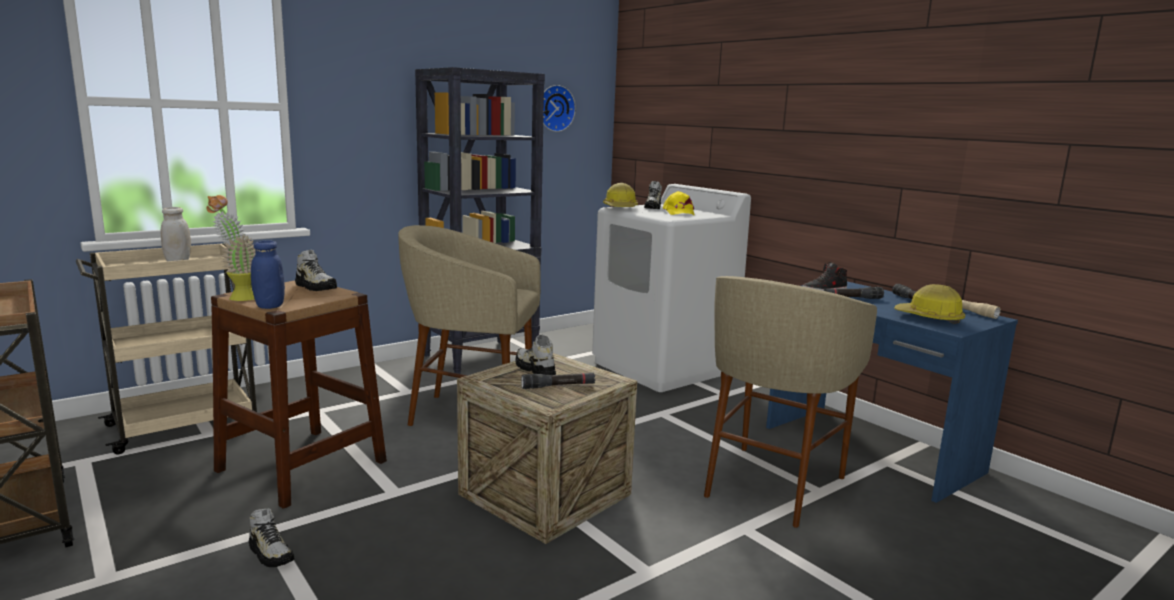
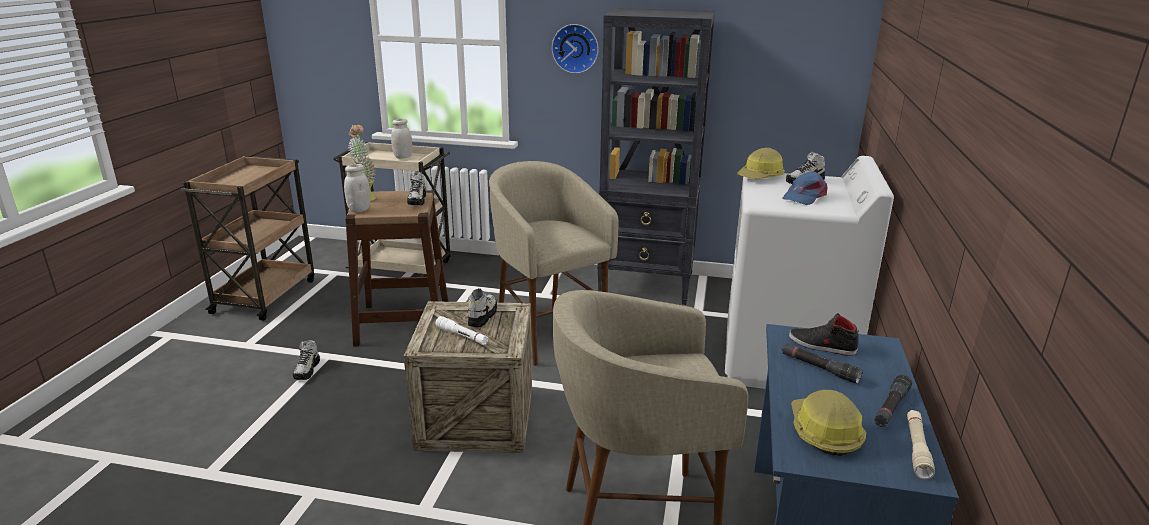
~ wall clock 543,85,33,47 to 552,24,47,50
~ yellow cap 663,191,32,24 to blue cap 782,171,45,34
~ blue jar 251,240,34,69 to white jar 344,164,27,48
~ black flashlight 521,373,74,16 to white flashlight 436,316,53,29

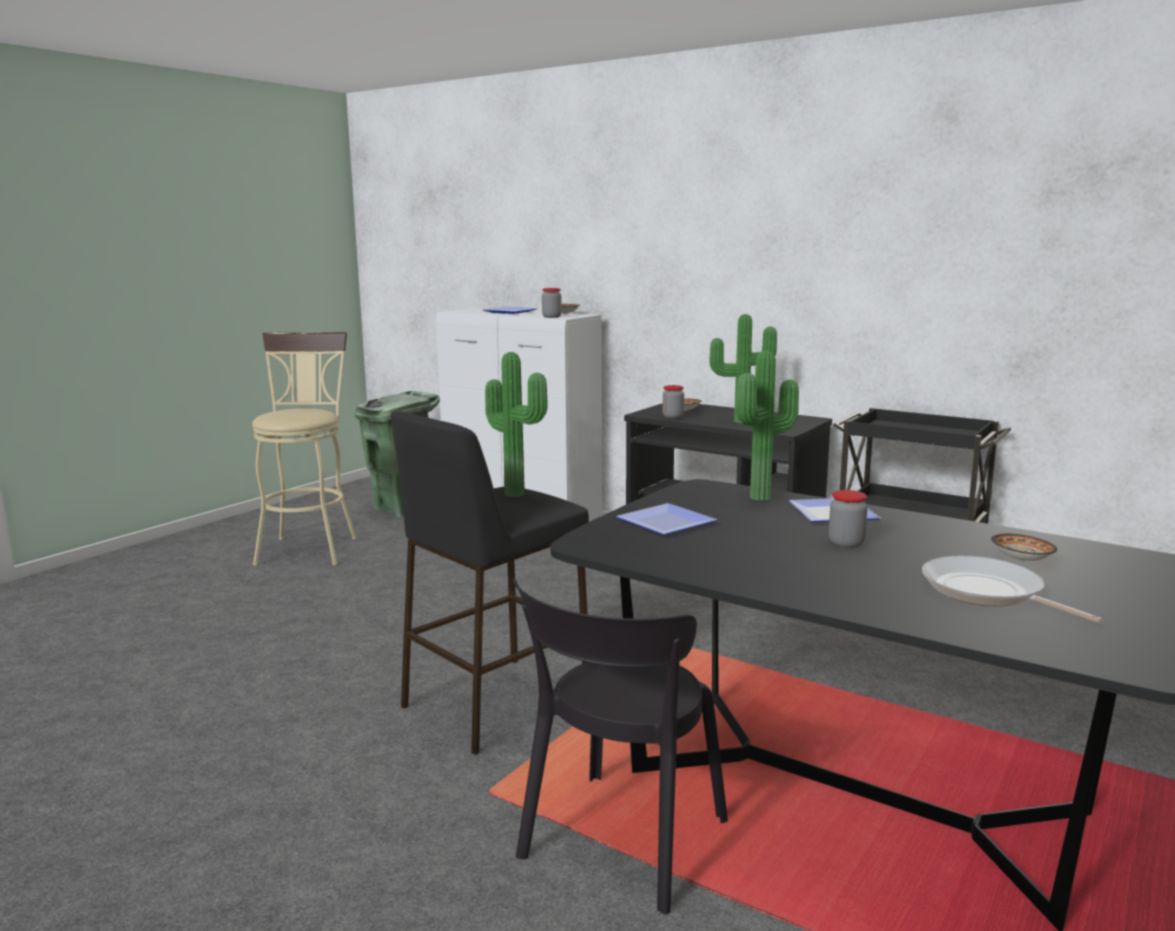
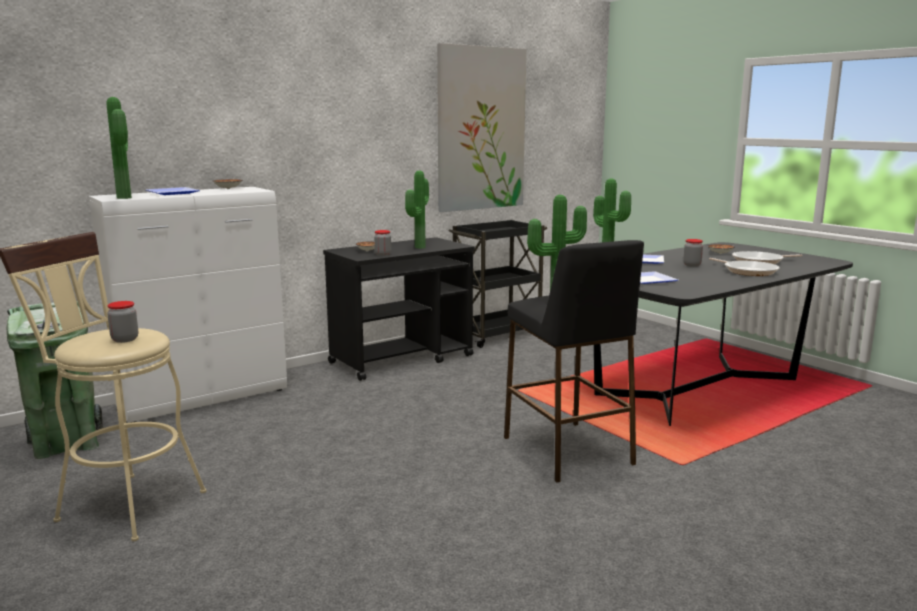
~ jar 542,288,20,30 to 107,301,31,42
- black chair 513,578,215,336
+ picture 437,43,89,169
+ potted plant 107,97,25,102
+ frying pan 709,258,71,18

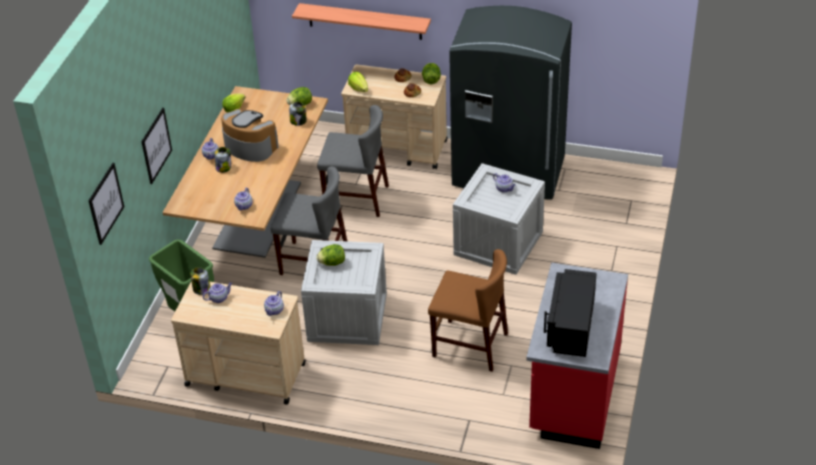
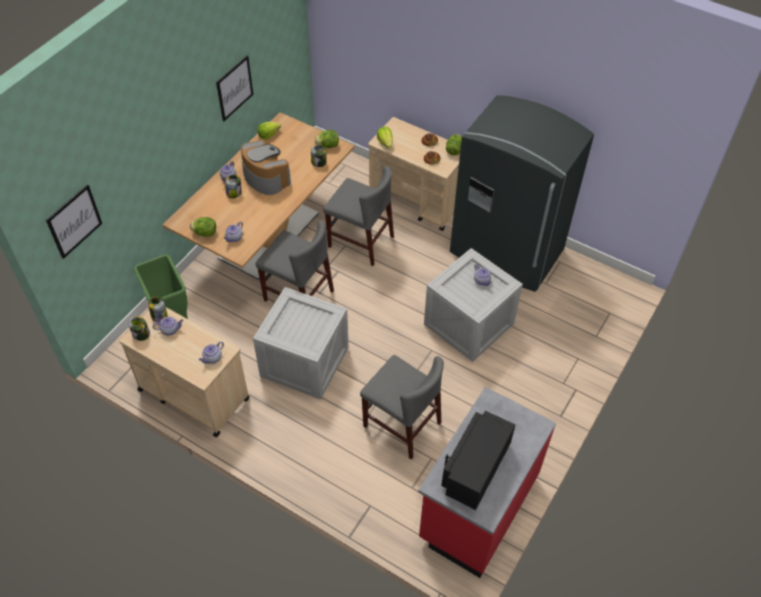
- shelf 292,3,139,37
~ picture 141,108,31,76 to 216,55,37,66
~ lettuce 316,244,29,22 to 190,217,26,20
~ brown chair 428,249,80,123 to grey chair 360,355,84,105
+ jar 128,316,22,25

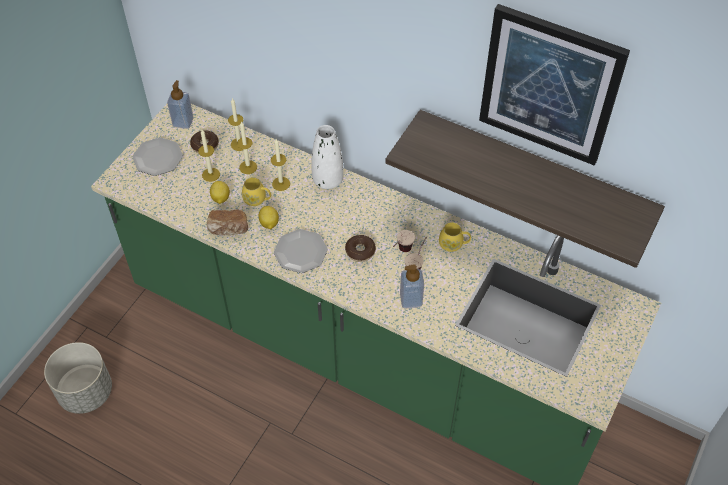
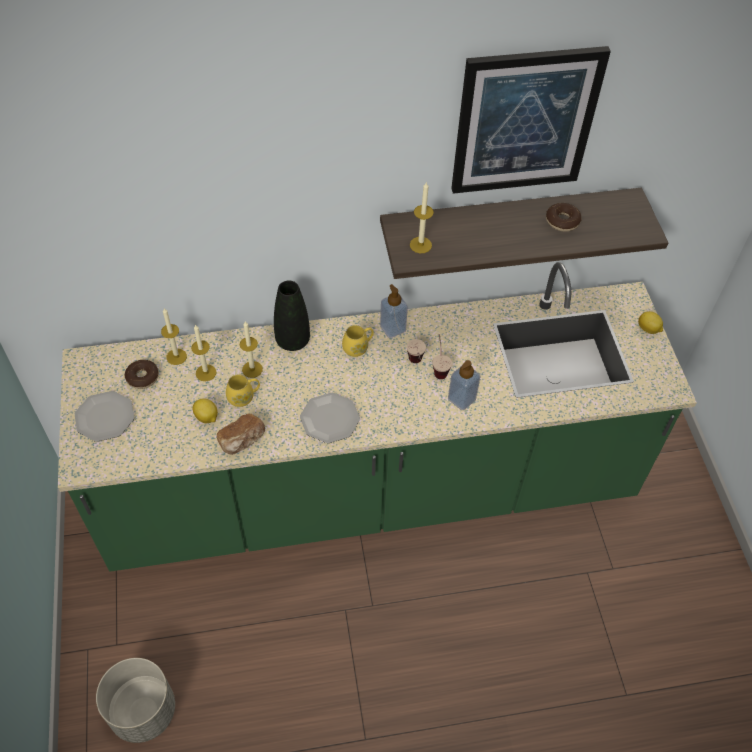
~ soap dispenser 167,80,27,49 to 380,284,28,54
~ white vase 311,125,33,64 to black vase 274,280,36,71
~ candle 198,130,22,52 to 410,182,24,71
~ lemon 259,206,20,23 to 638,311,25,23
~ yellow mug 439,222,32,30 to 342,325,32,32
~ donut 345,235,31,27 to 546,203,36,29

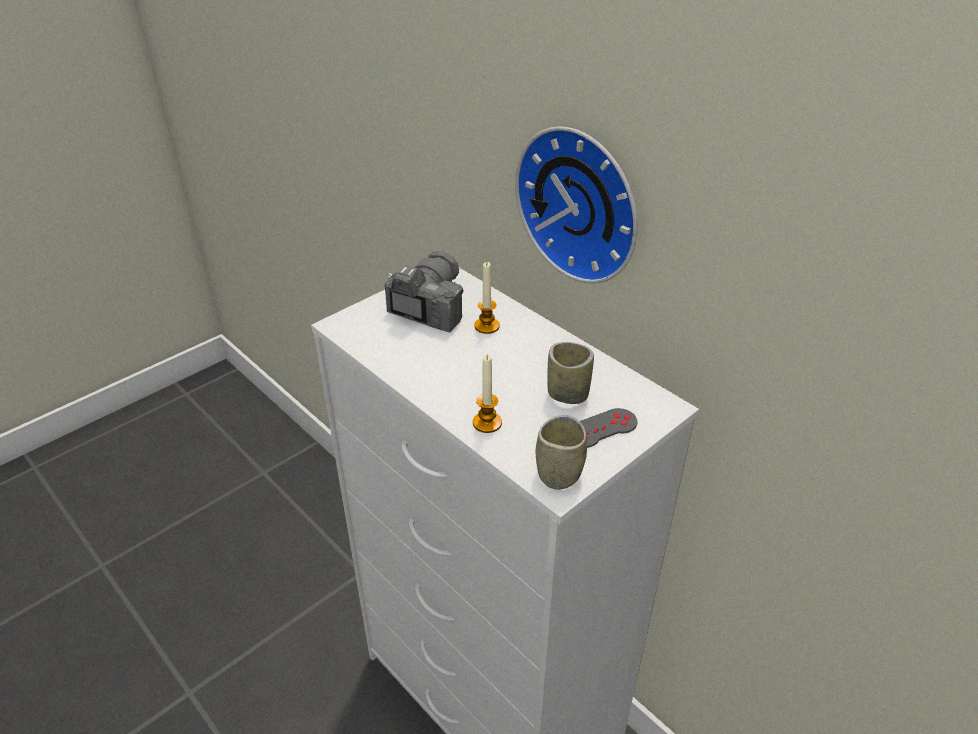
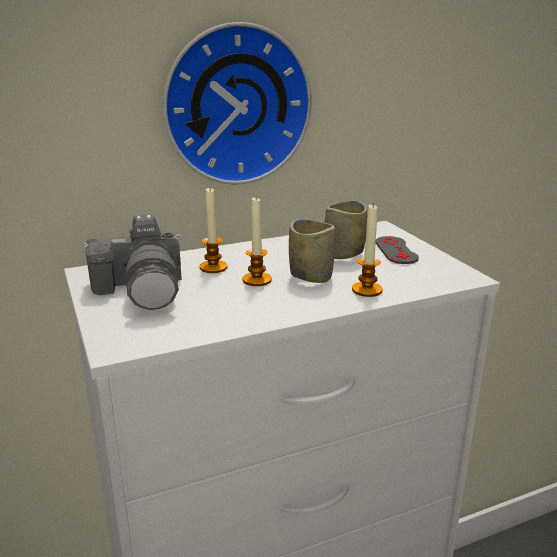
~ photo camera 385,251,79,81 = 83,214,99,96 150 degrees counterclockwise
~ cup 536,415,51,74 to 289,219,47,64
+ candle 242,198,30,88

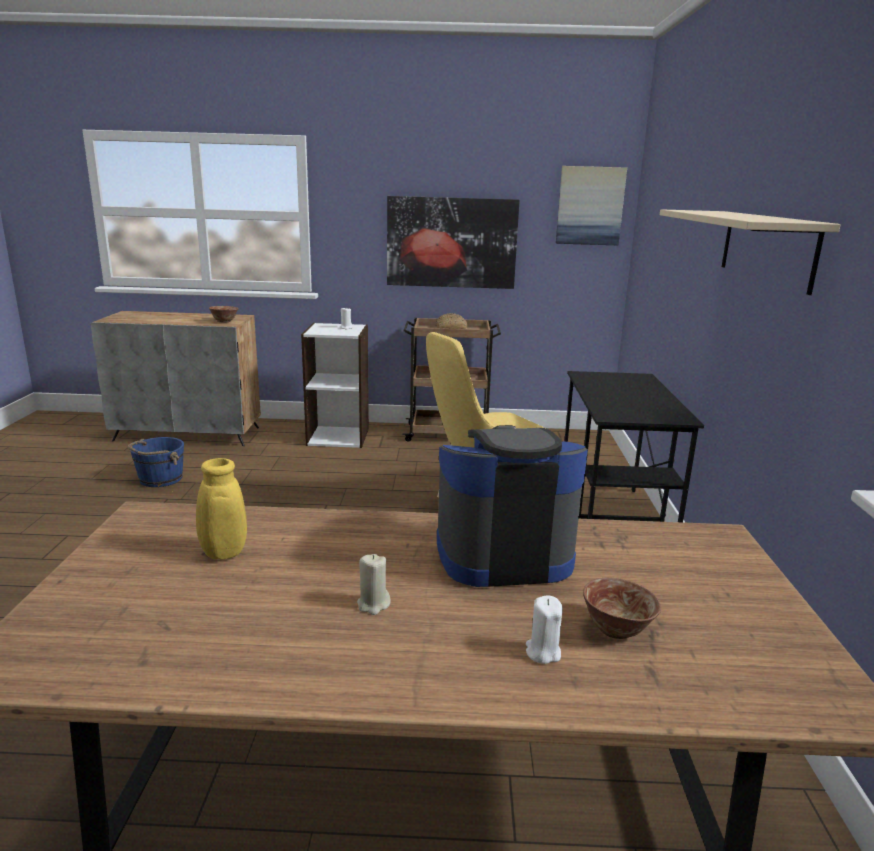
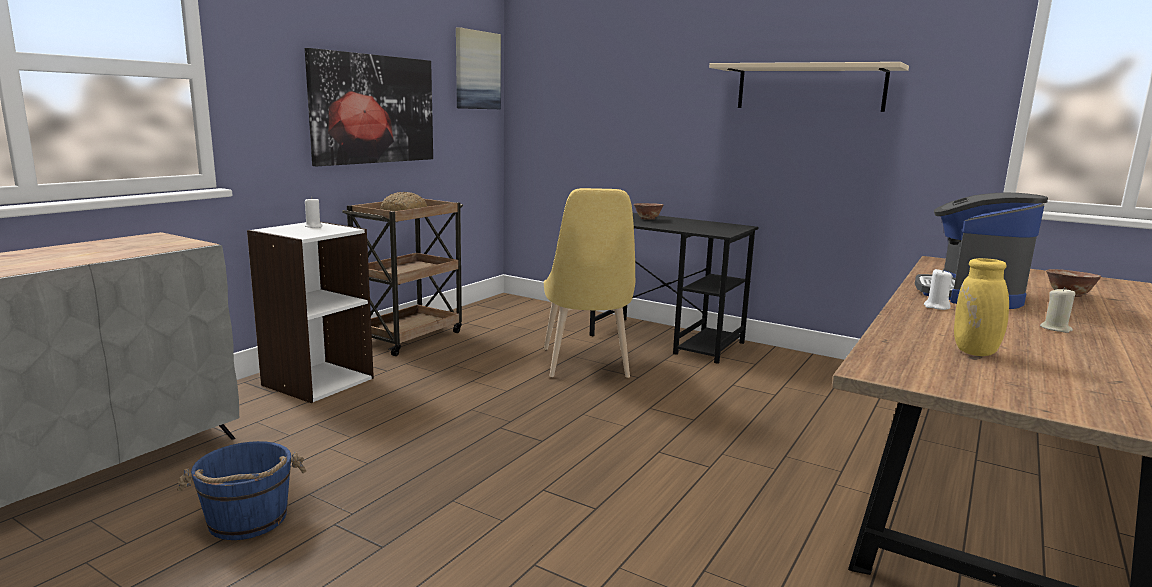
~ bowl 209,306,29,16 to 634,203,30,17
~ white candle 526,595,37,69 to 924,269,29,41

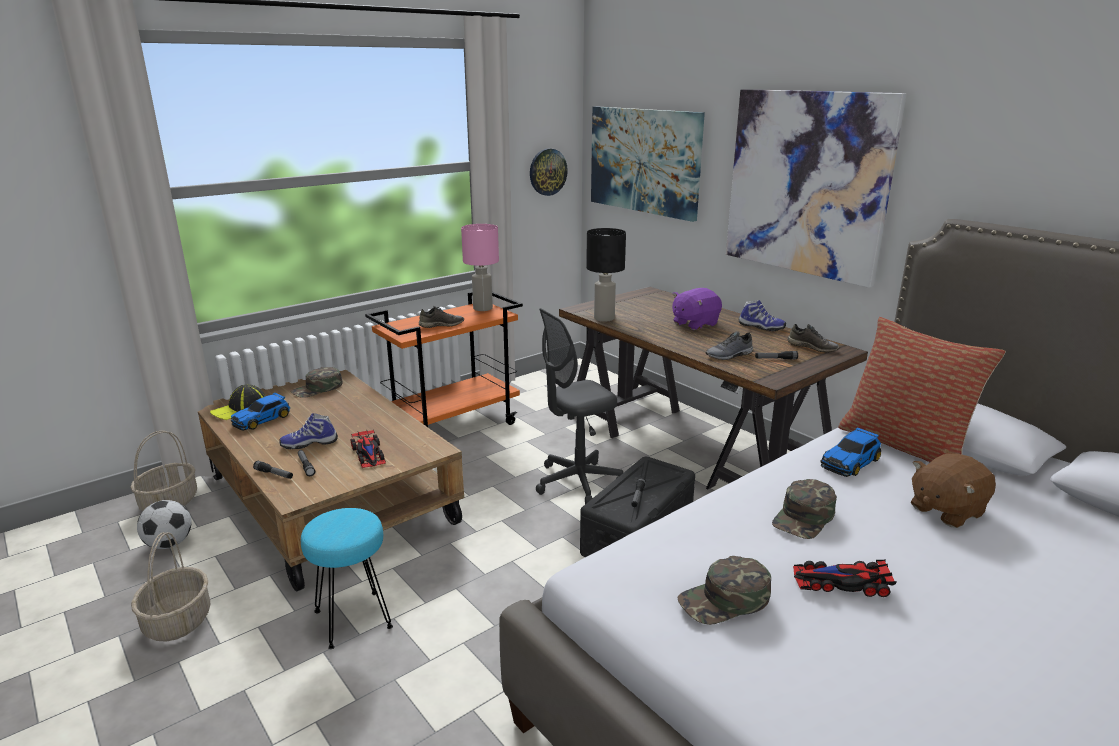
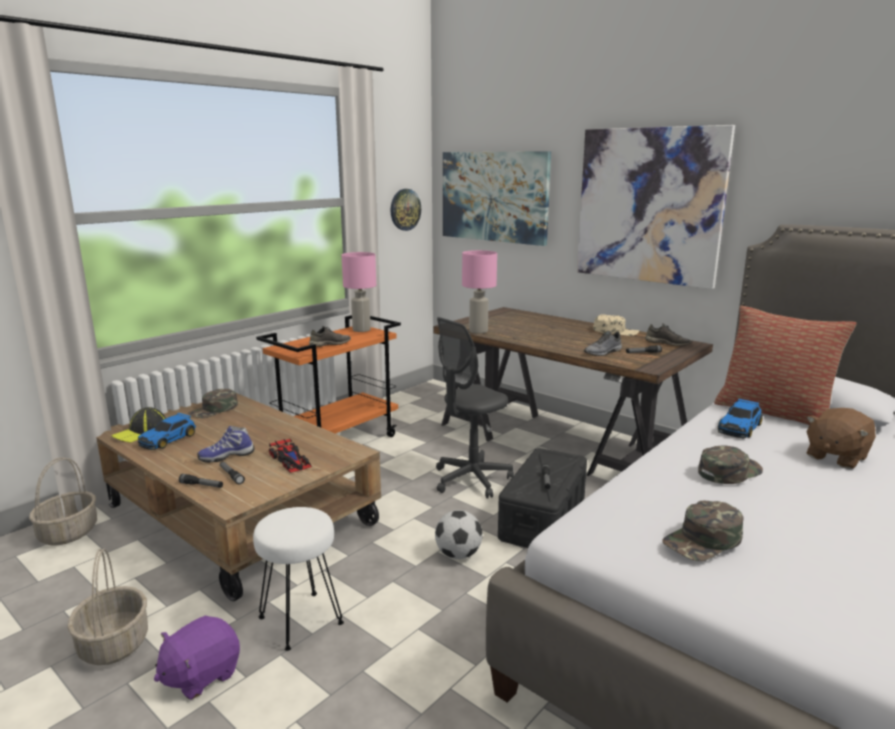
~ black table lamp 586,228,40,94 to pink table lamp 462,250,35,84
~ purple plush toy 672,288,50,42 to 154,616,86,84
~ shoe 739,300,47,31 to beige cap 593,314,46,22
~ green cap 772,479,65,60 = 698,445,65,39 150 degrees counterclockwise
~ football 137,500,55,49 to 435,510,48,49
~ turquoise stool 301,508,92,141 to white stool 253,507,91,144
- toy car 793,560,104,37

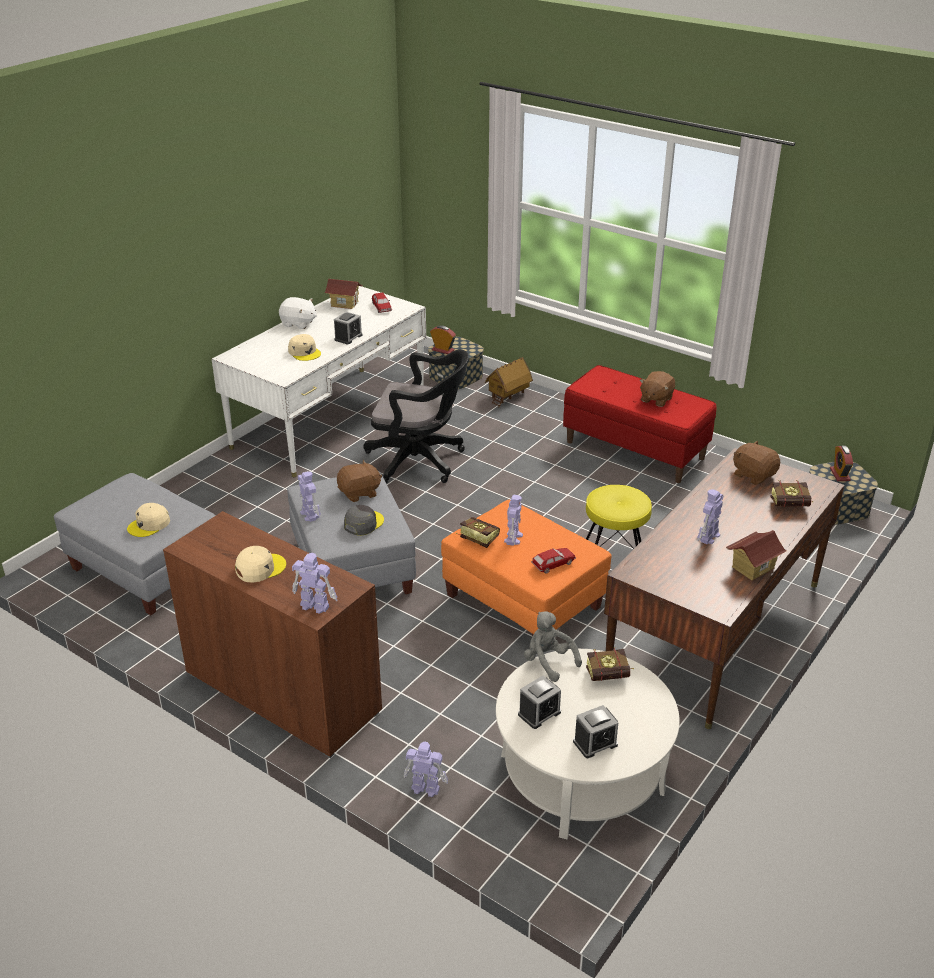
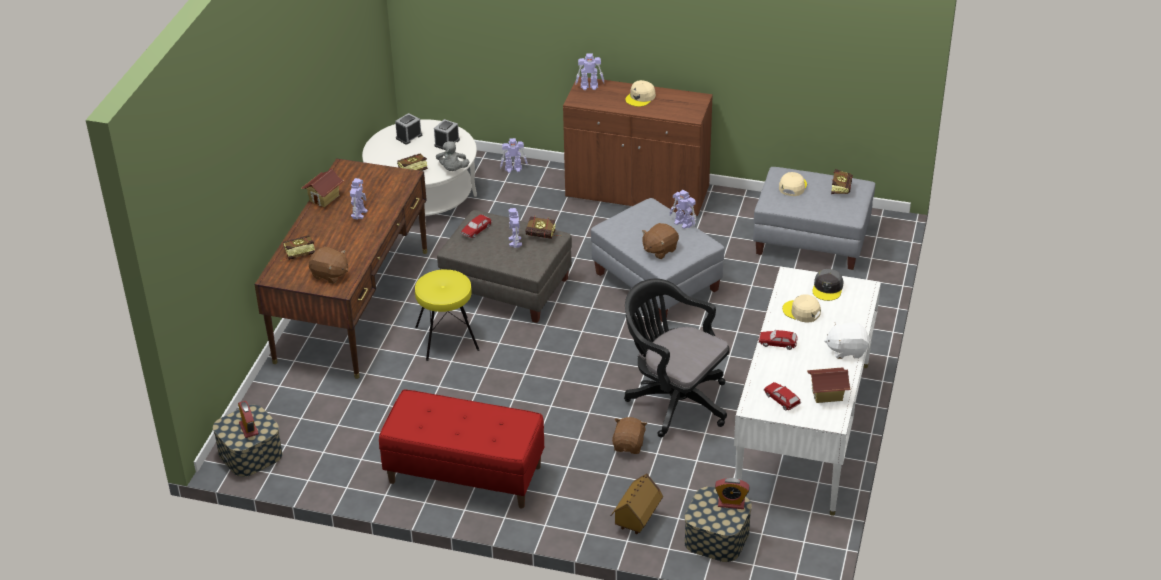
~ alarm clock 334,312,28,32 to toy car 758,330,40,20
~ black office chair 363,350,106,133 = 624,279,106,159 45 degrees clockwise
~ brown plush toy 640,371,35,36 to 612,417,35,37
~ orange ottoman 441,500,170,136 to grey ottoman 437,210,135,113
~ grey cap 344,505,40,31 to 812,269,32,32
~ grey plush toy 524,611,58,71 = 436,141,33,30 60 degrees clockwise
+ book 831,169,22,25

